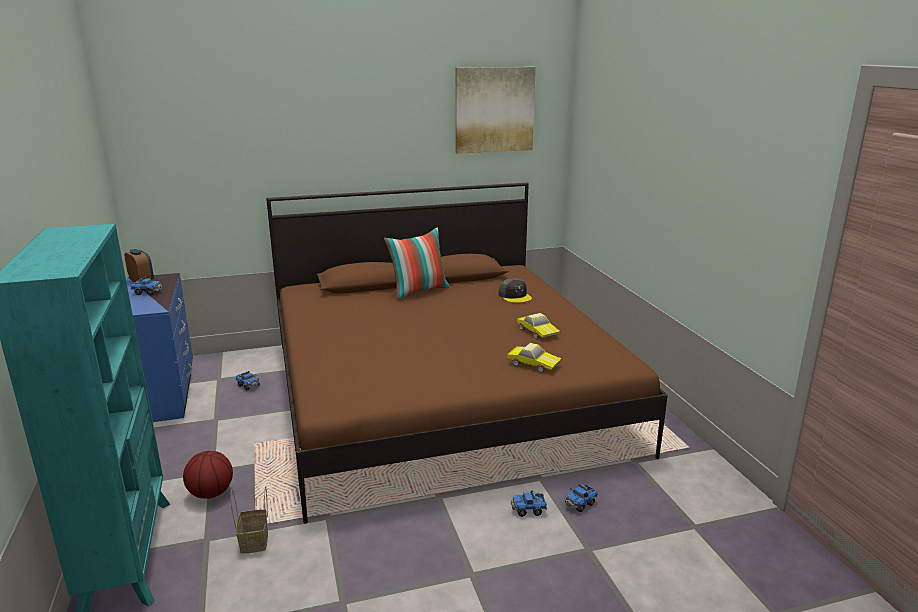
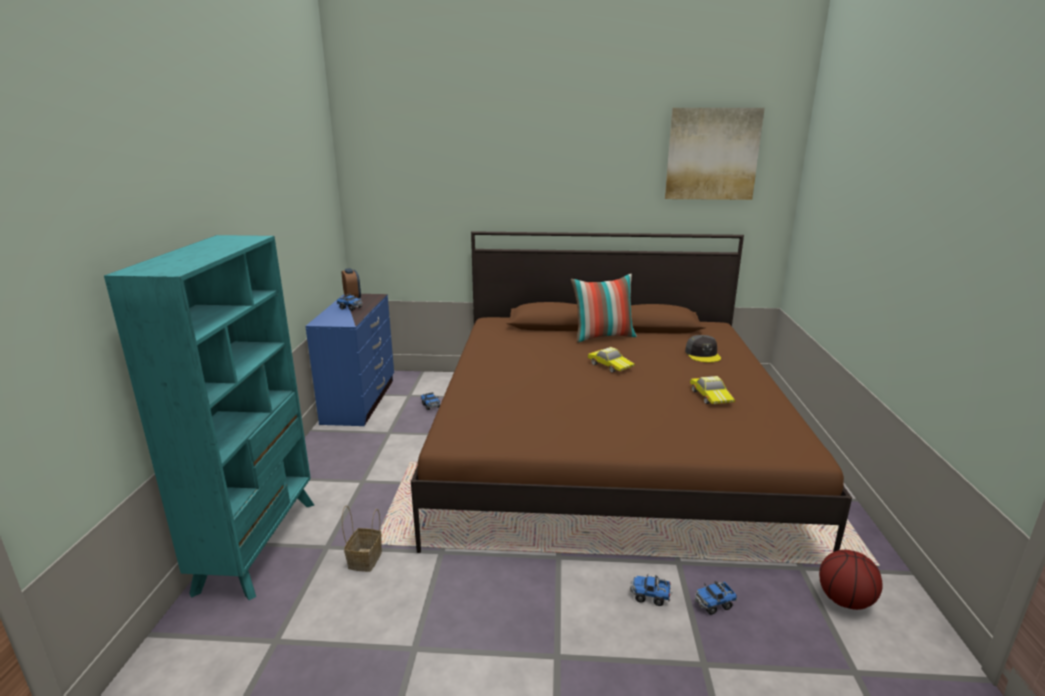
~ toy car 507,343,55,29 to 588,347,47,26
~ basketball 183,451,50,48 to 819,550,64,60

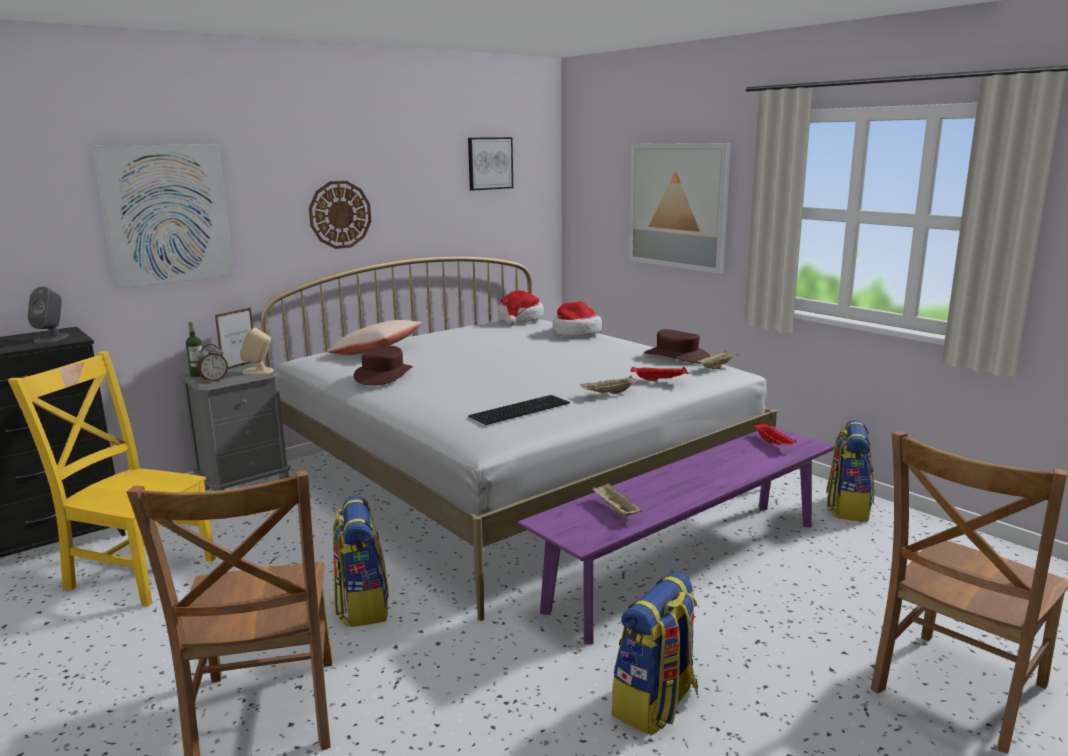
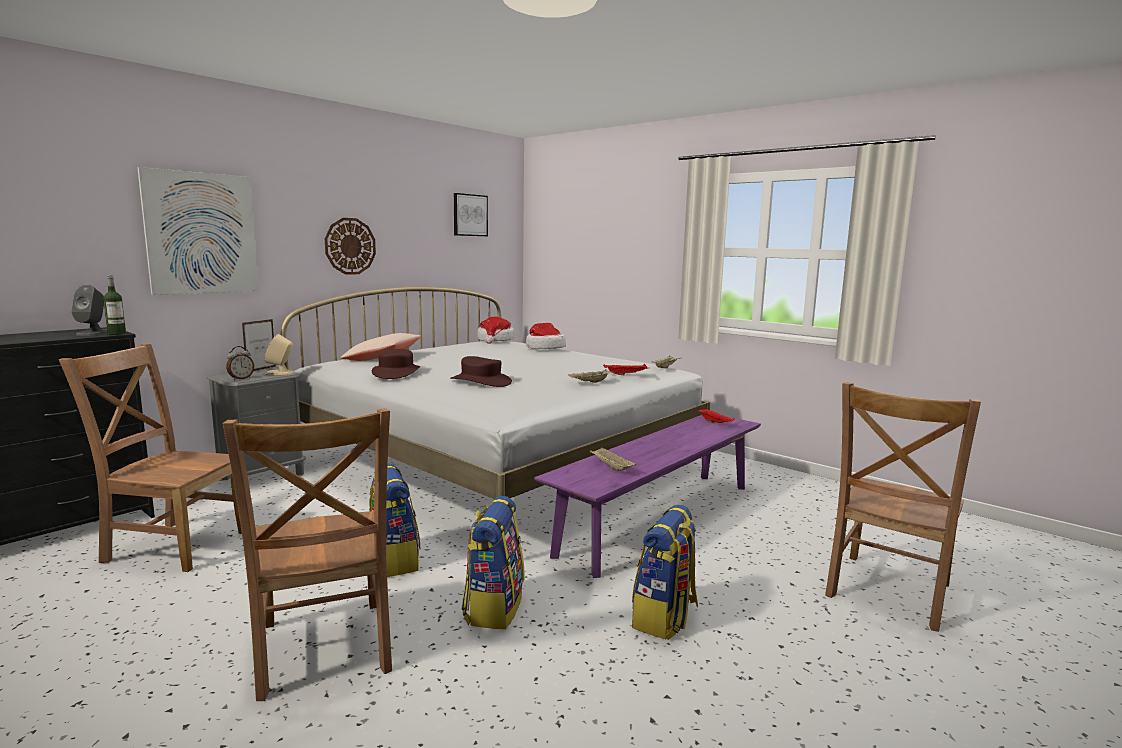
- picture 629,143,102,131
~ bottle 186,321,17,56 to 103,275,23,60
~ brown hat 644,329,66,34 to 450,356,62,31
~ yellow chair 8,351,208,256 to brown chair 59,343,183,229
- keyboard 468,395,102,30
~ backpack 826,420,48,102 to 461,496,64,133

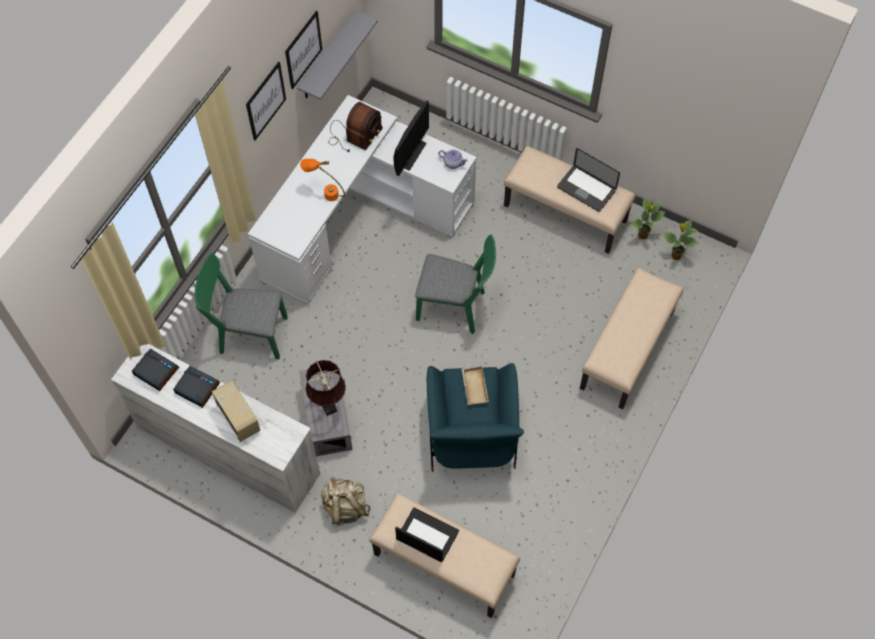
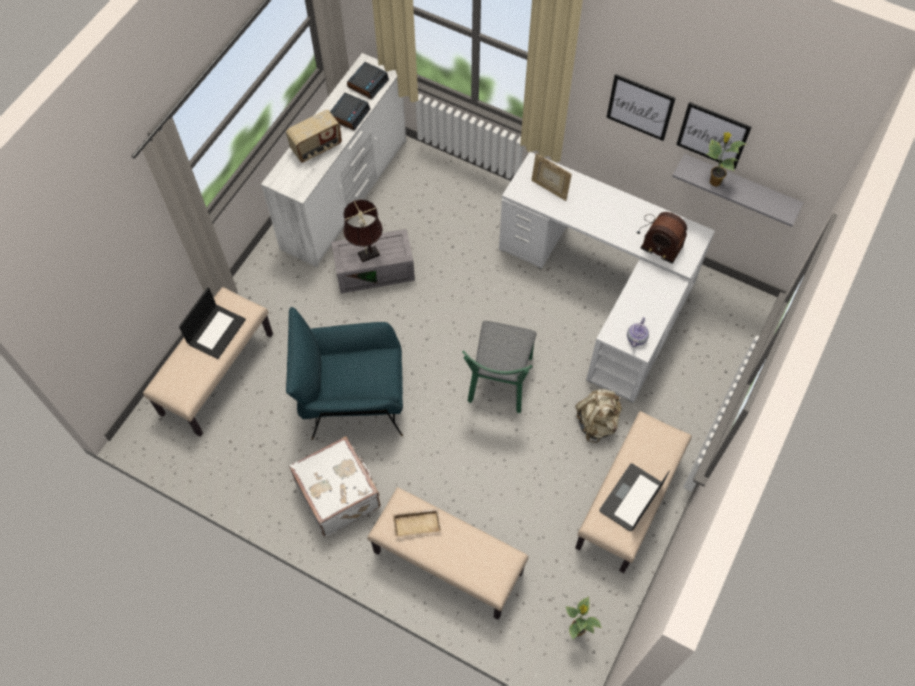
- monitor 393,100,36,76
- orange table lamp 300,159,45,42
~ potted plant 630,198,35,42 to 706,132,40,55
- green chair 195,253,93,106
~ beige tray 462,366,27,39 to 393,508,48,29
~ beige backpack 321,477,49,48 to 575,389,47,54
+ picture frame 531,153,41,48
+ white suitcase 289,436,92,101

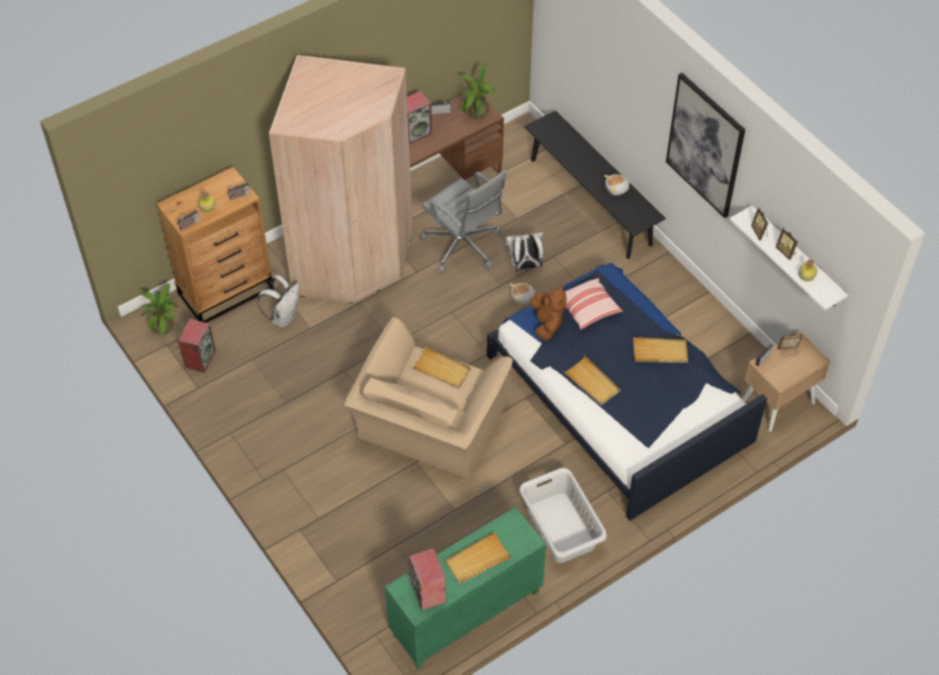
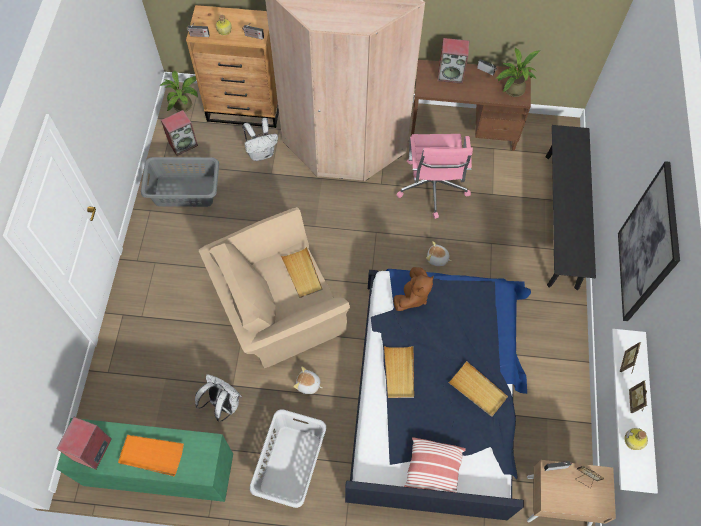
~ grey office chair 420,169,87,104 to pink office chair 396,134,77,85
~ plush toy 604,174,27,22 to 293,367,29,27
~ white backpack 505,232,39,39 to 195,374,47,48
~ pillow 565,278,58,52 to 404,437,62,55
~ beige tray 445,532,67,52 to orange tray 118,435,66,41
+ grey laundry basket 141,157,78,50

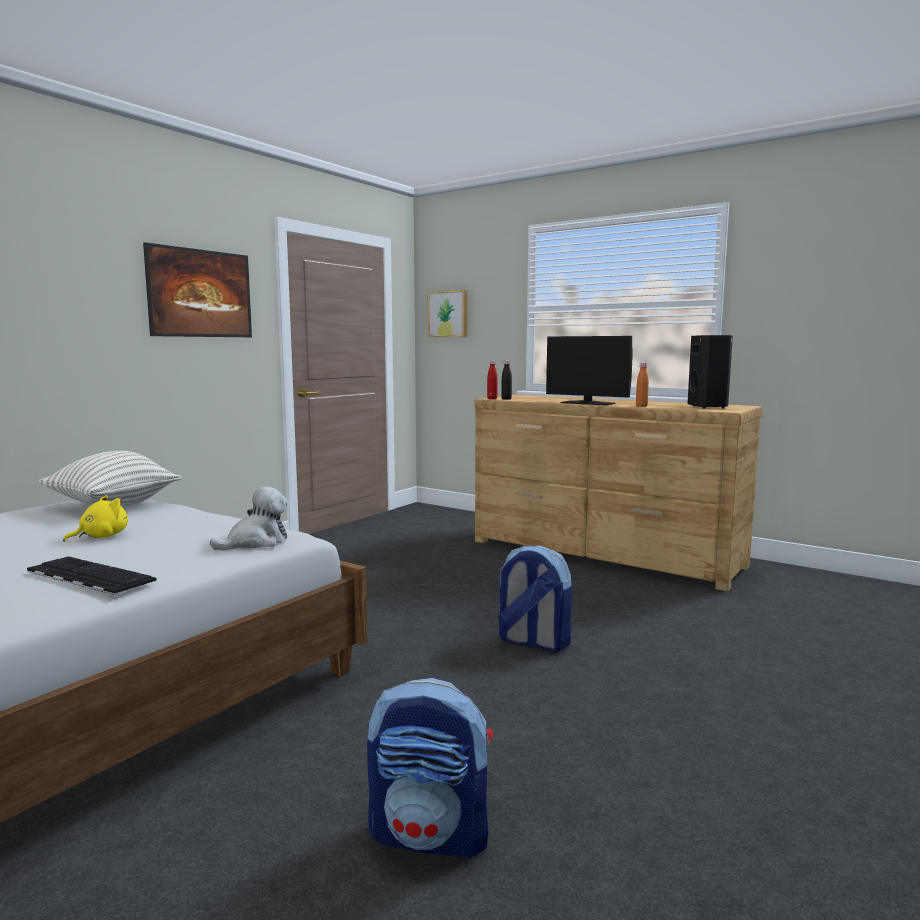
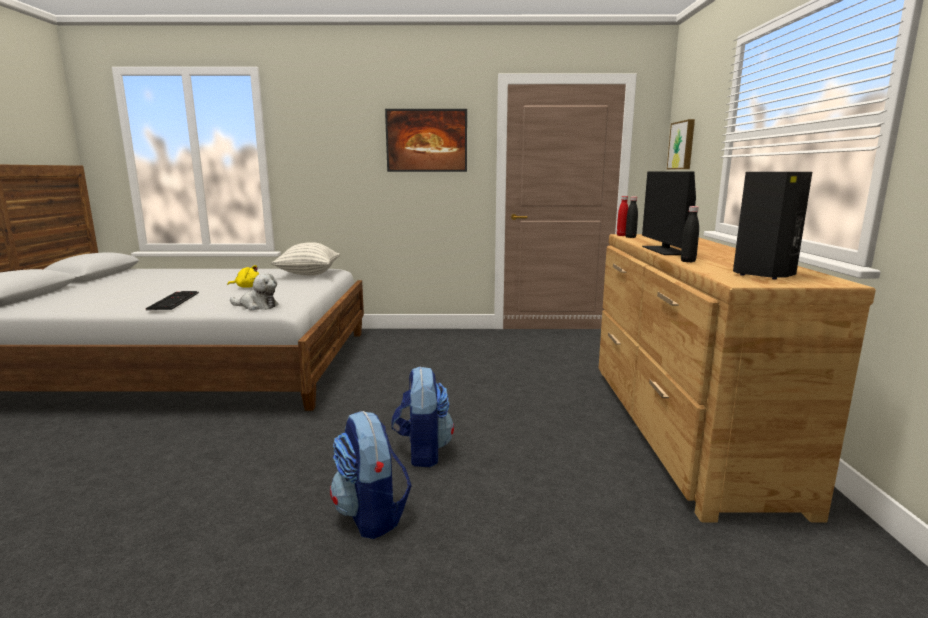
~ orange bottle 636,363,13,44 to black bottle 681,206,18,56
~ backpack 367,678,126,181 to 330,411,82,128

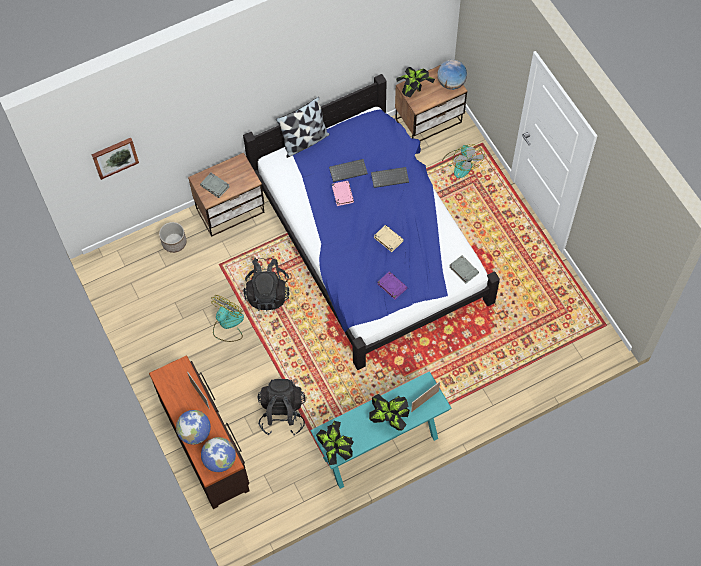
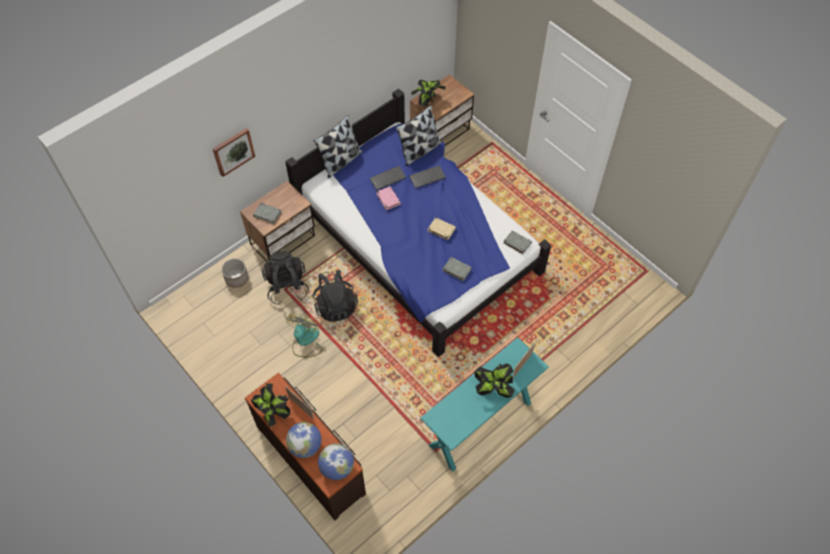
- globe 437,60,30,30
~ picture 91,138,48,42 to 213,128,42,49
- fan 442,144,43,34
~ purple book 377,271,31,29 to grey book 443,257,29,24
~ black backpack 258,379,48,56 to 262,251,47,54
~ potted plant 316,421,38,44 to 251,383,39,44
+ pillow 395,105,46,61

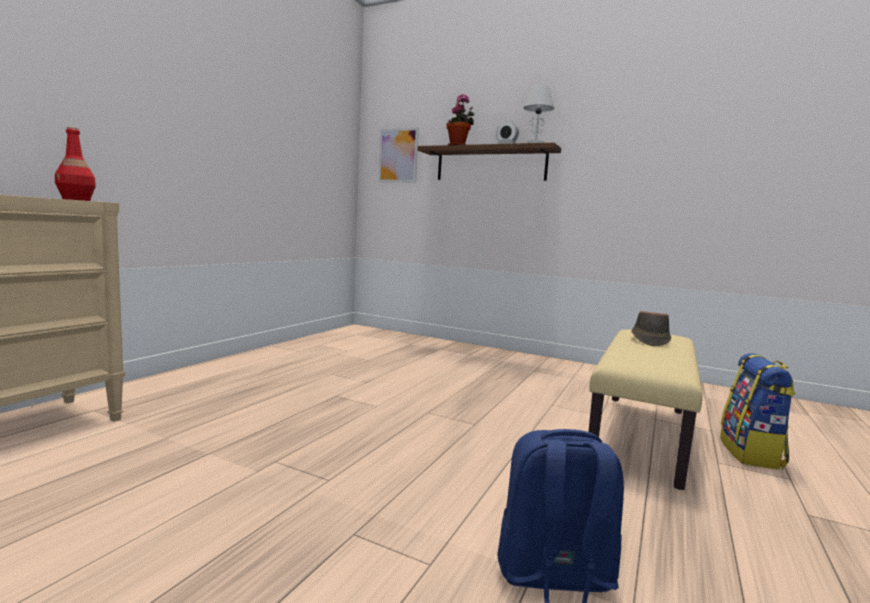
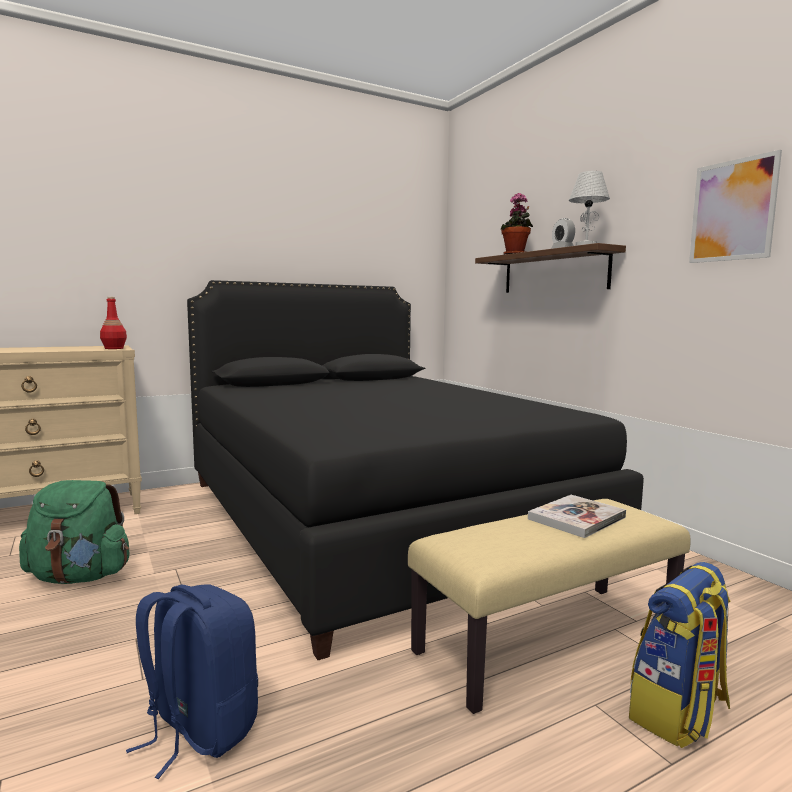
~ picture 378,128,41,55 to 689,150,93,113
~ brown hat 631,311,40,35 to book 528,495,98,43
+ black bed 187,280,457,380
+ green backpack 19,480,110,104

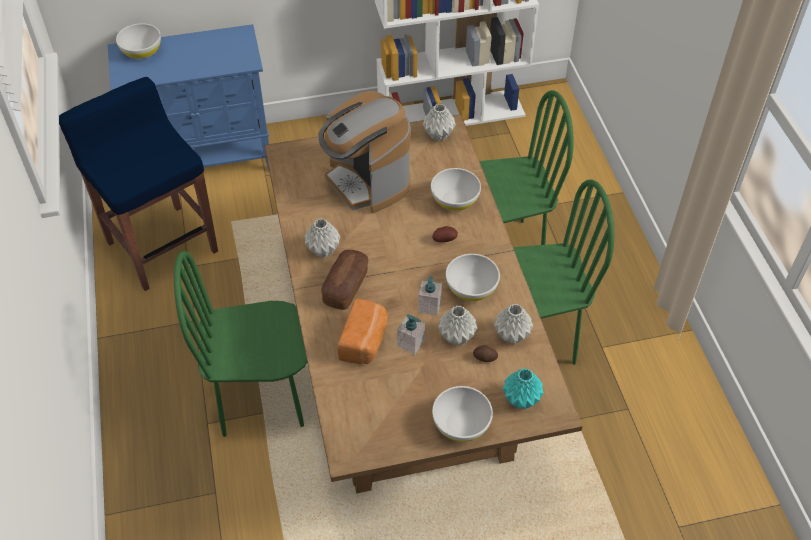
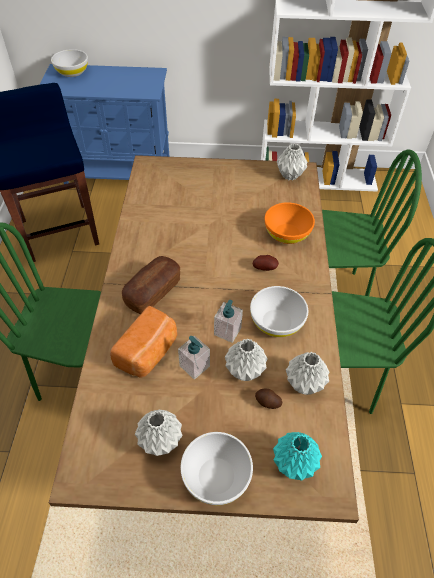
- coffee machine 318,91,93,122
~ white bowl 431,168,50,43 to orange bowl 265,202,50,42
~ grey vase 304,219,36,38 to 135,410,48,46

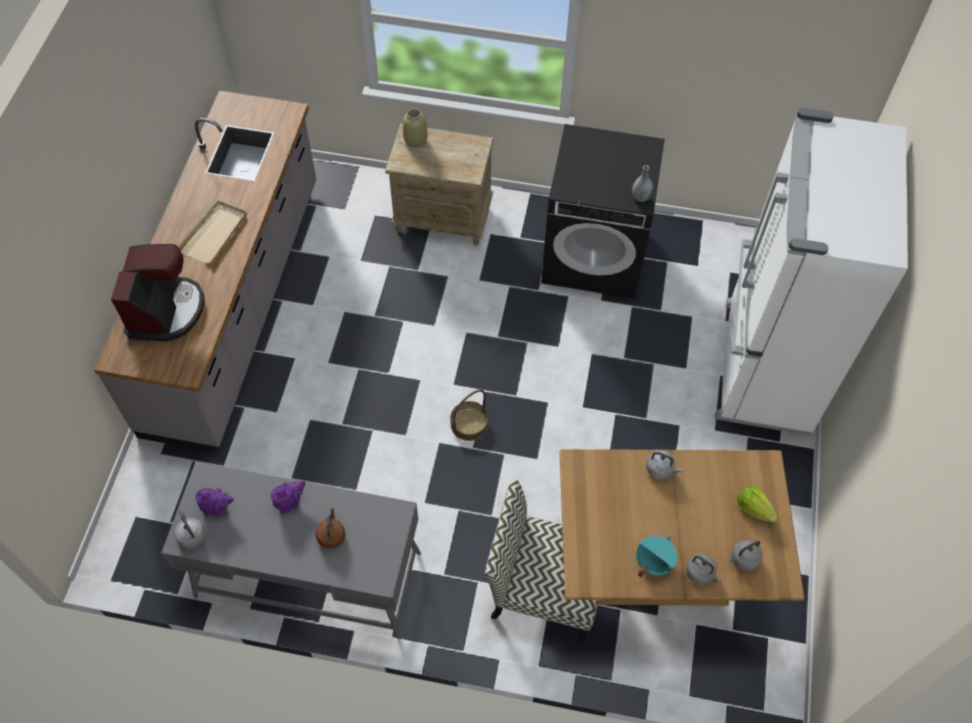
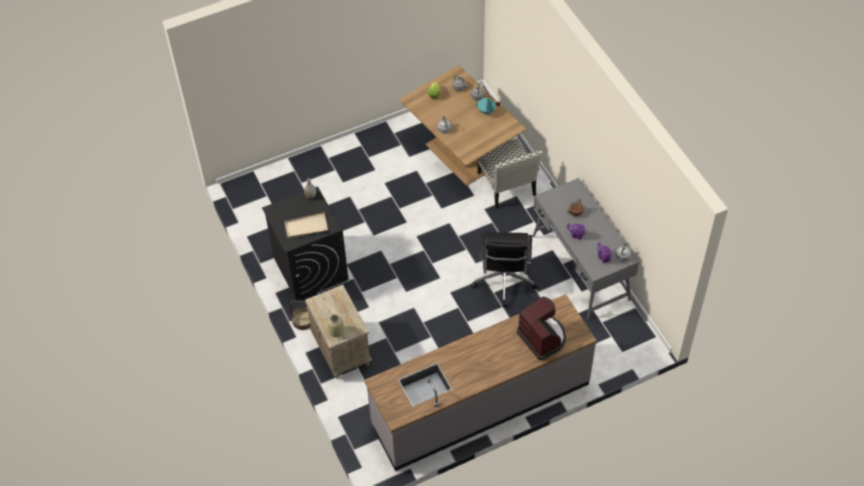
- white fridge 715,108,193,328
~ beige tray 178,201,69,63 to 284,212,44,26
~ coffee machine 111,244,93,98 = 517,296,49,64 90 degrees clockwise
~ basket 450,389,39,52 to 289,300,22,30
+ black office chair 471,232,67,75

